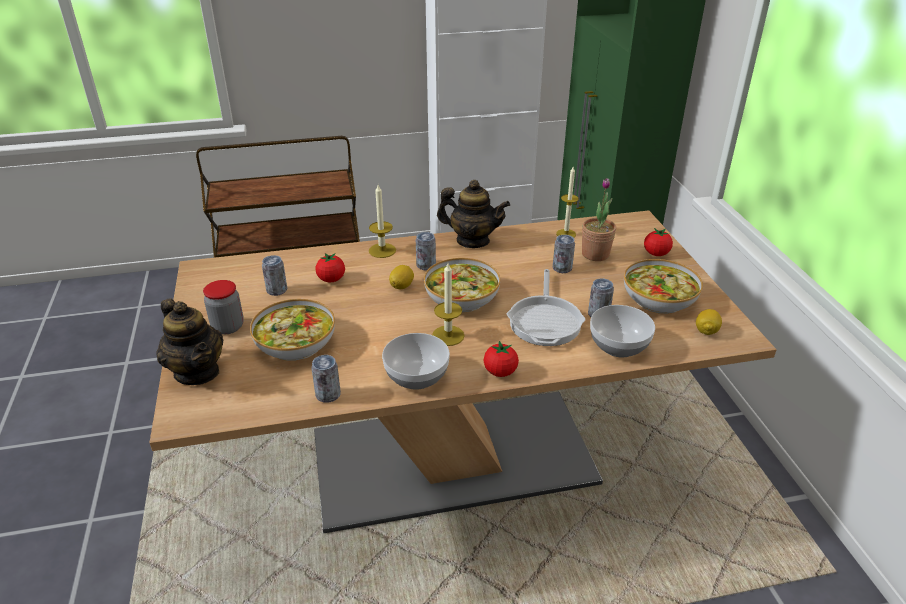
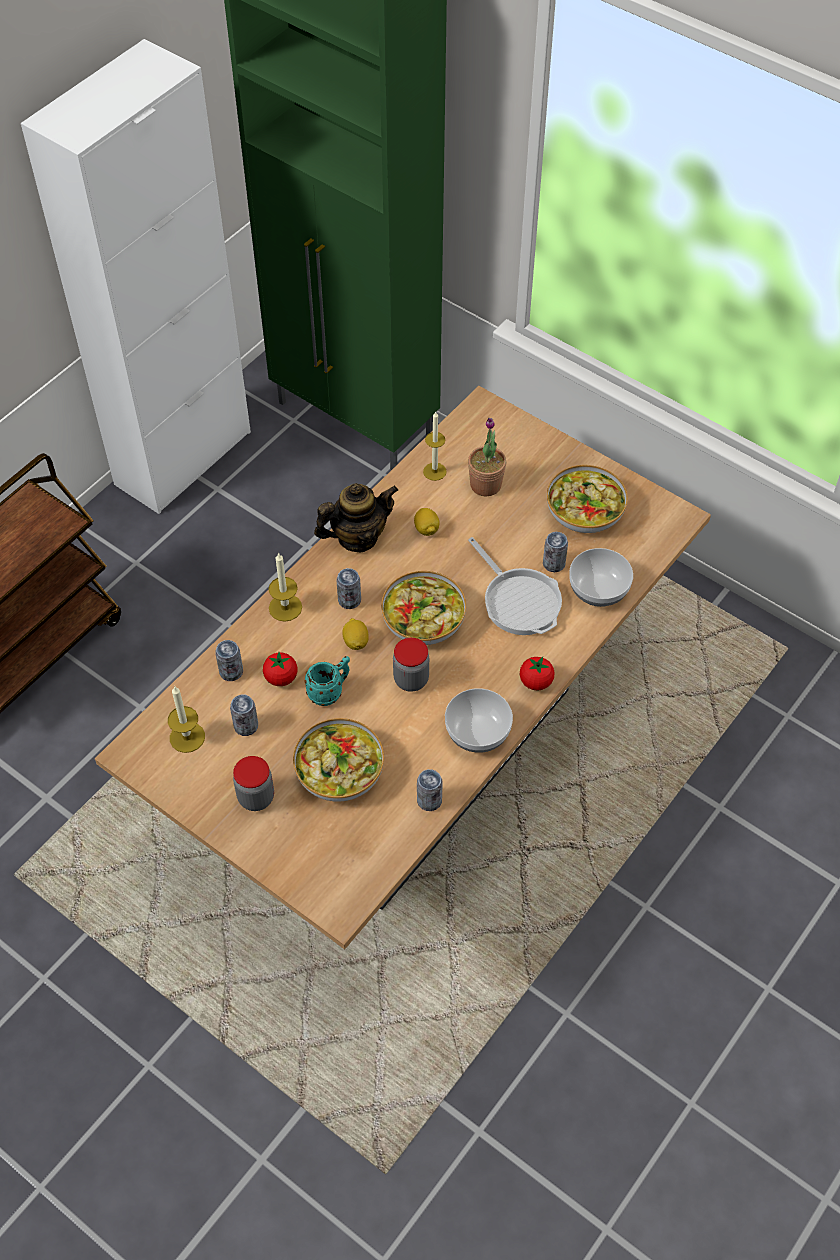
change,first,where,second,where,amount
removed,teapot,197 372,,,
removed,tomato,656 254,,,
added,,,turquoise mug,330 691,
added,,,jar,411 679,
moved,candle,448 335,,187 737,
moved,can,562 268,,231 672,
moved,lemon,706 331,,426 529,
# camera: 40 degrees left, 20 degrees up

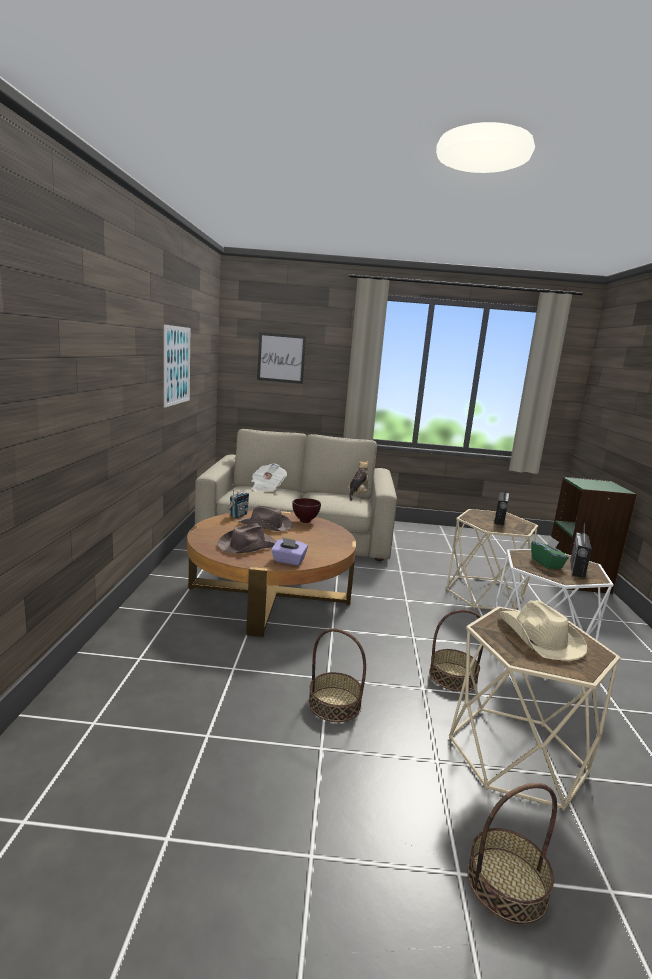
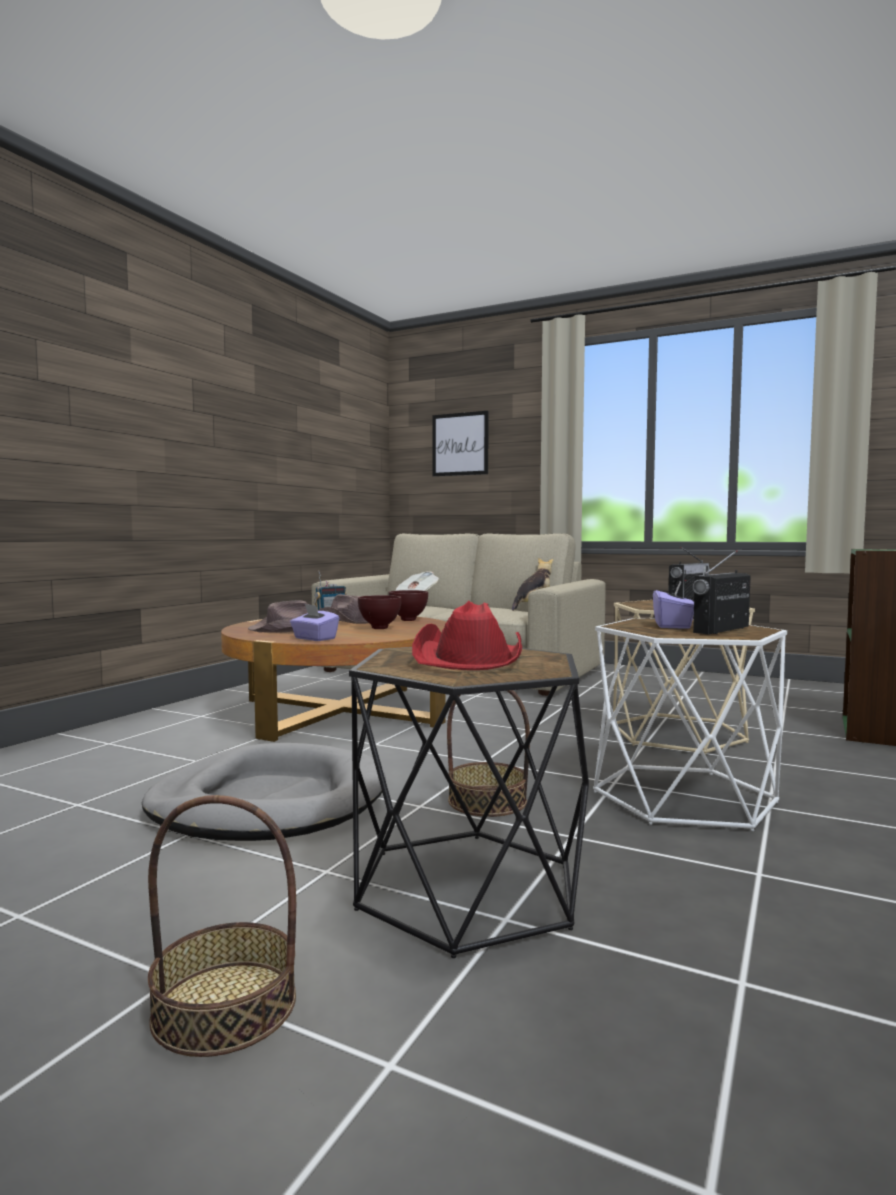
change,first,where,second,where,amount
removed,picture,177 365,,,
added,,,brown bowl,380 628,
replaced,basket,334 704,grey dog bed,269 802,
recoloured,beige side table,516 755,black side table,466 887,
recoloured,beige hat,538 637,red hat,470 658,
recoloured,green tissue box,547 563,purple tissue box,673 626,
# camera: 25 degrees right, 10 degrees down

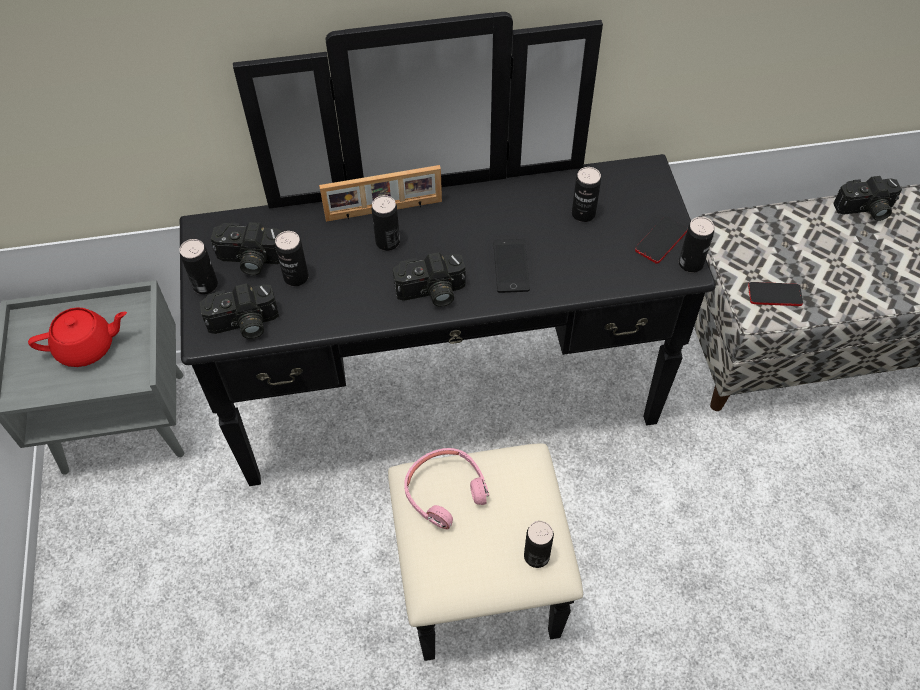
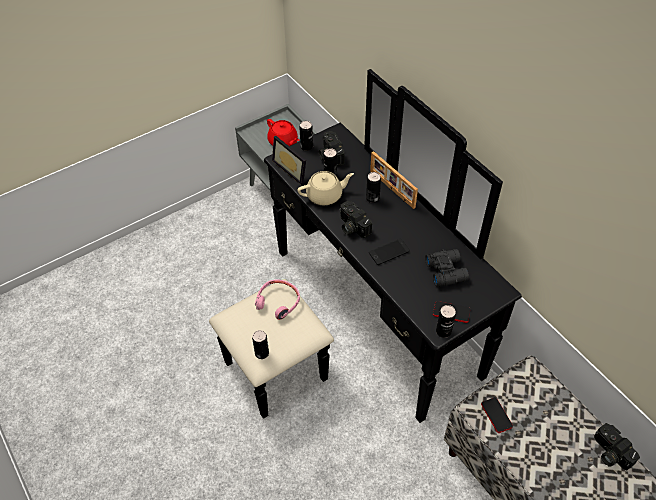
change,first,where,second,where,amount
added,,,beige teapot,325 196,
replaced,photo camera,243 325,picture frame,293 168,
replaced,can,583 214,black binoculars,446 270,
# camera: 65 degrees right, 5 degrees down

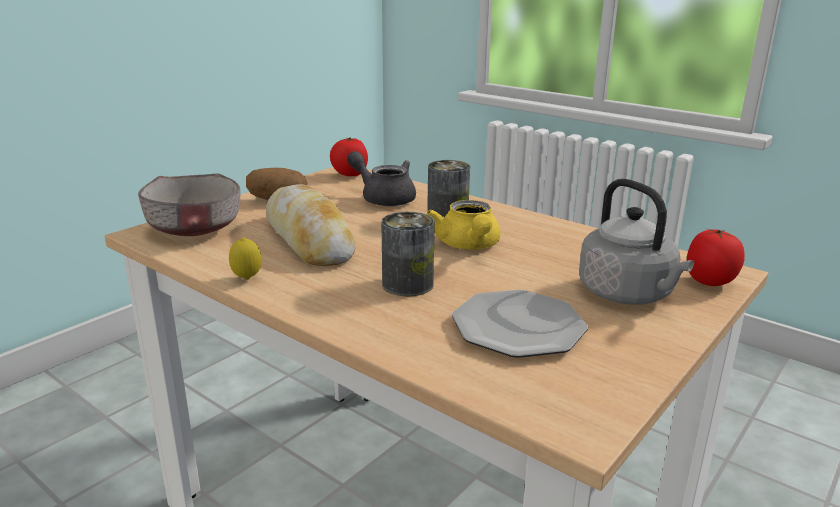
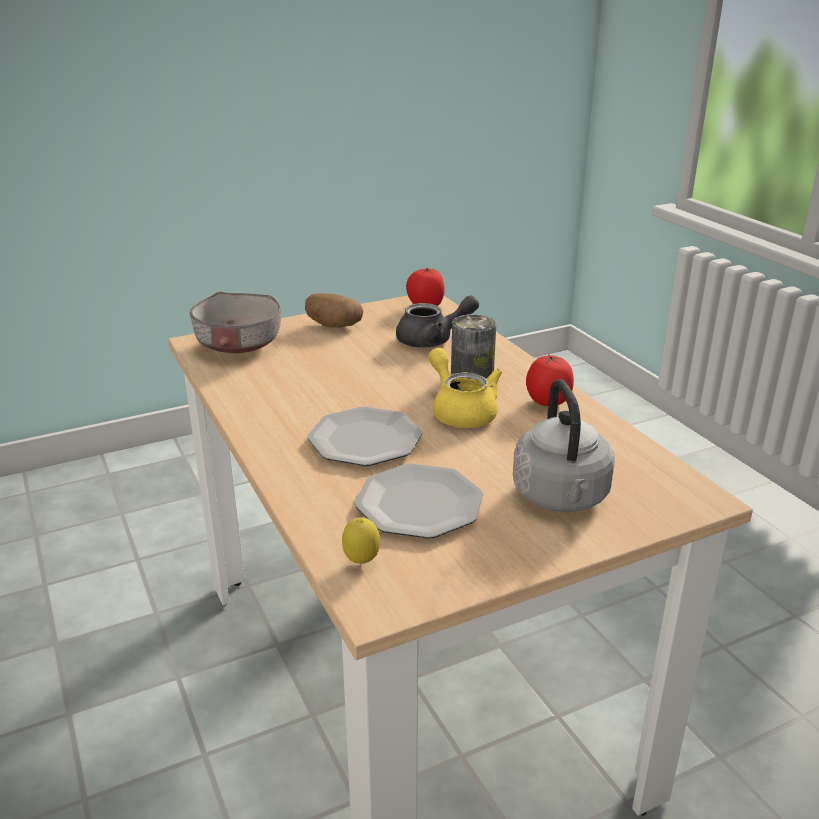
change,first,where,second,where,amount
removed,bread,309 239,,,
moved,lemon,247 279,,361 562,
moved,tomato,709 283,,547 403,
replaced,can,407 284,plate,365 439,
turned,grey teapot,383 198,,433 340,105 degrees clockwise
turned,yellow teapot,468 246,,461 411,135 degrees clockwise
# camera: 25 degrees right, 5 degrees up

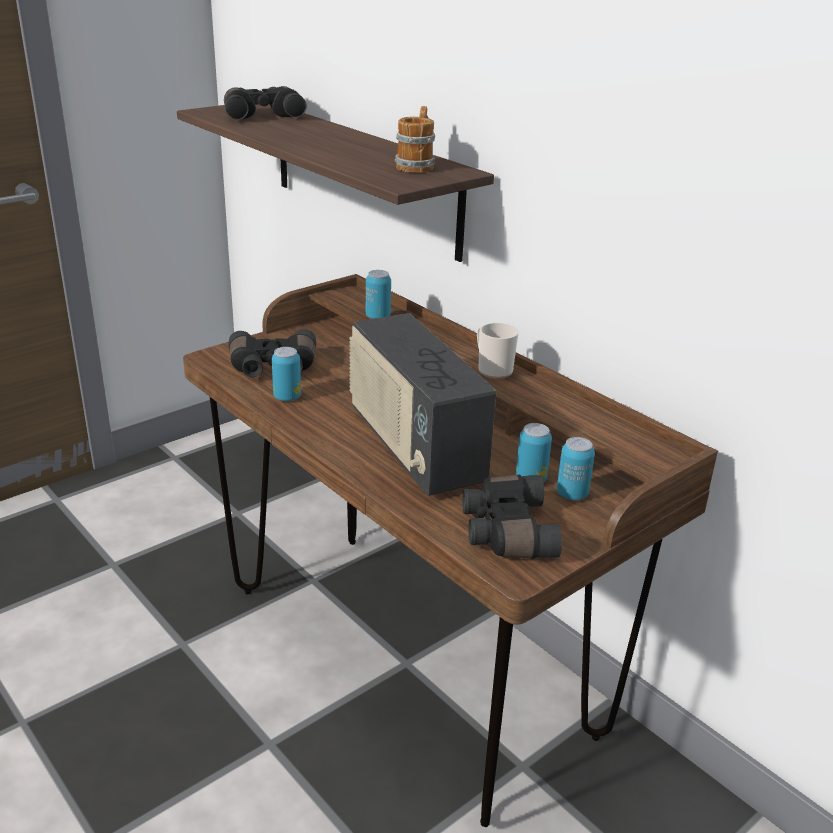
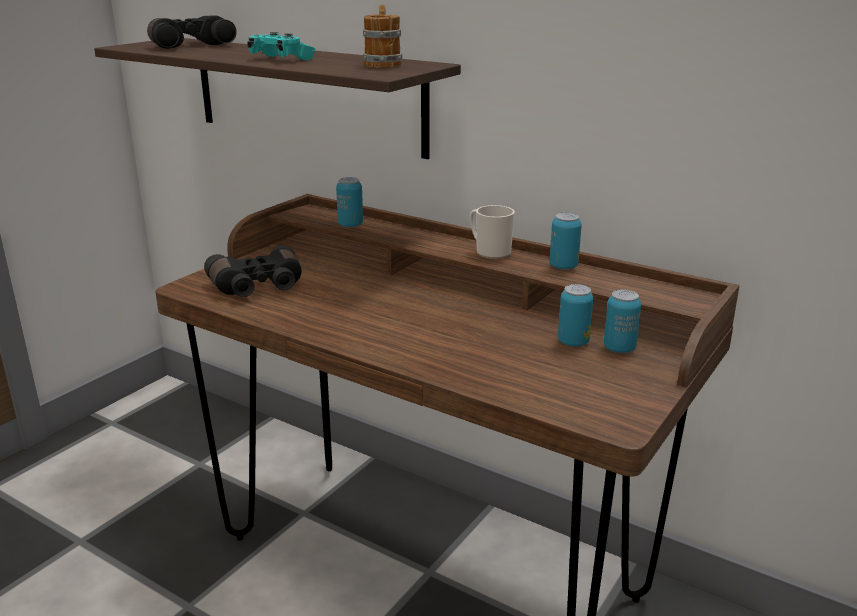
change,first,where,second,where,amount
removed,radio,413 448,,,
removed,black binoculars,505 531,,,
added,,,turquoise game controller,281 59,
moved,can,287 397,,563 266,
# camera: 15 degrees left, 5 degrees down

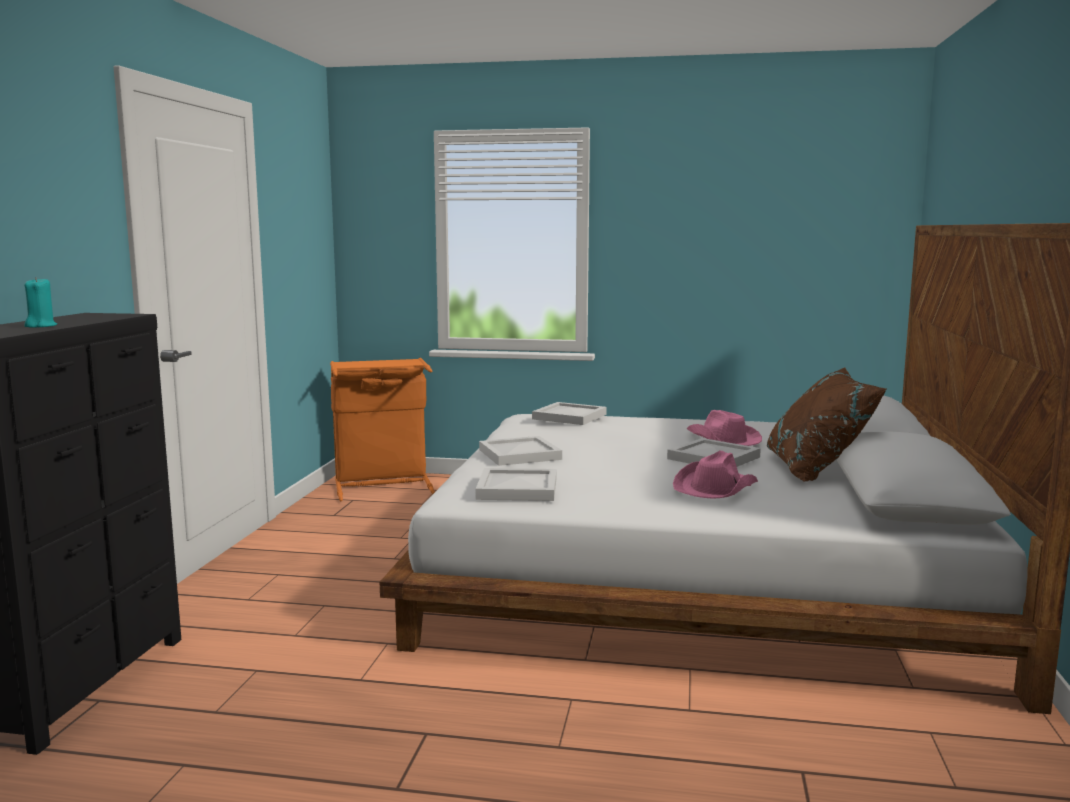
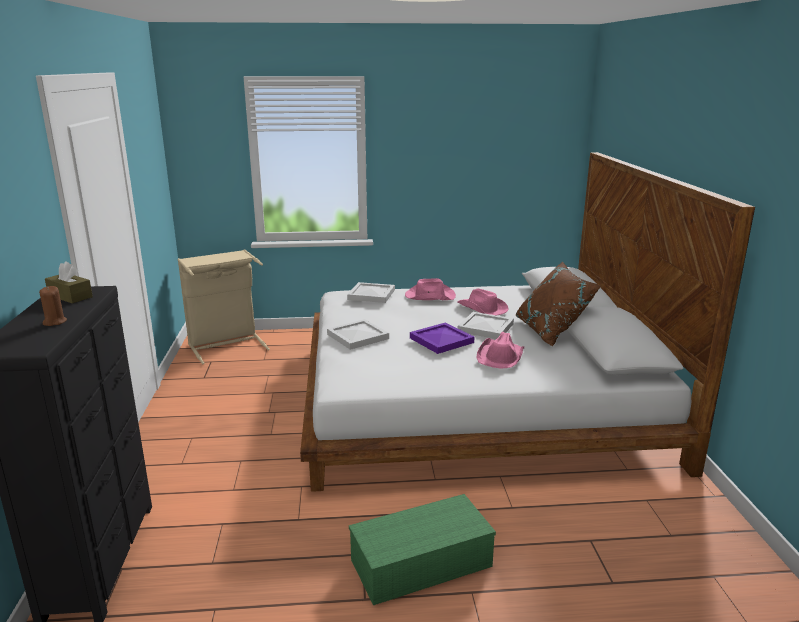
change,first,where,second,where,amount
removed,white tray,518 489,,,
added,,,brown tissue box,70 296,
added,,,green storage box,420 565,
added,,,pink hat,429 296,
added,,,purple tray,441 340,
recoloured,turquoise candle,41 326,brown candle,54 322,
recoloured,orange laundry basket,383 485,beige laundry basket,226 344,
# camera: 15 degrees left, 10 degrees up

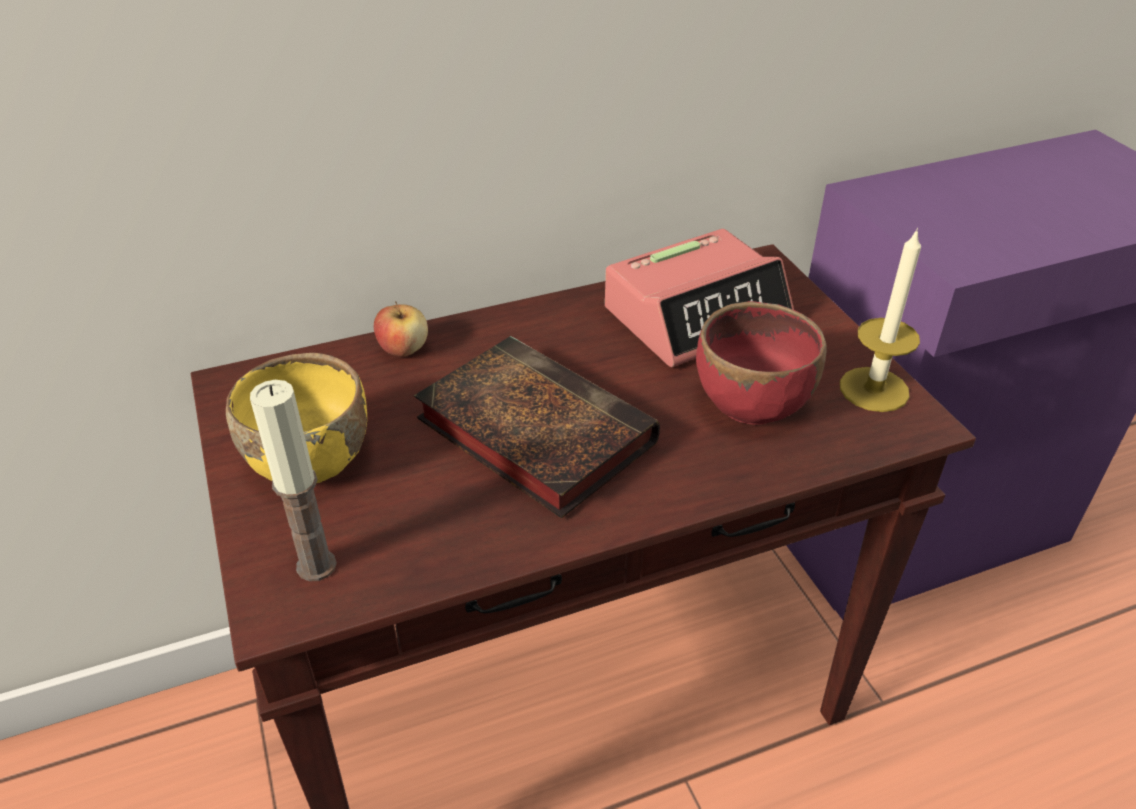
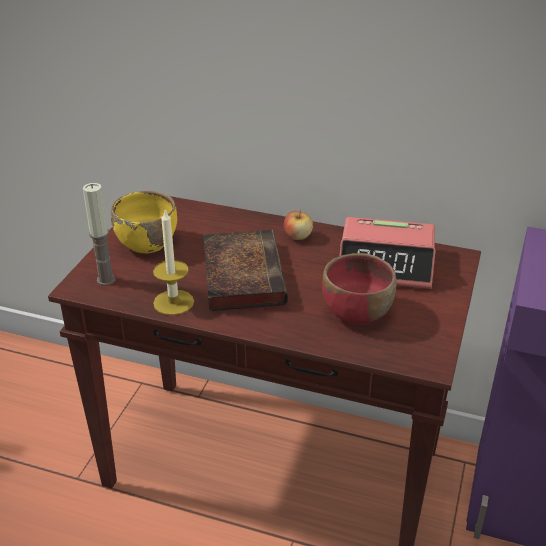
change,first,where,second,where,amount
moved,apple,403 349,,298 236,
moved,candle,874 389,,173 302,
# camera: 40 degrees right, 5 degrees down

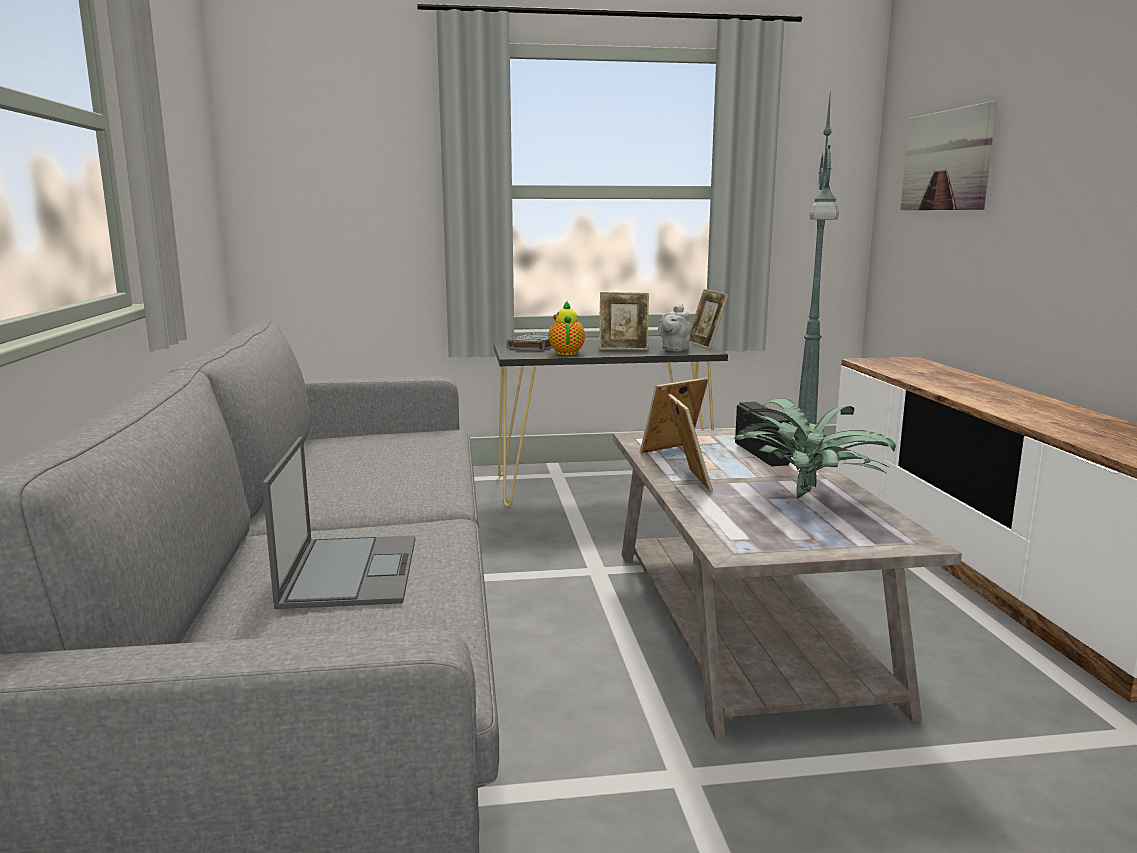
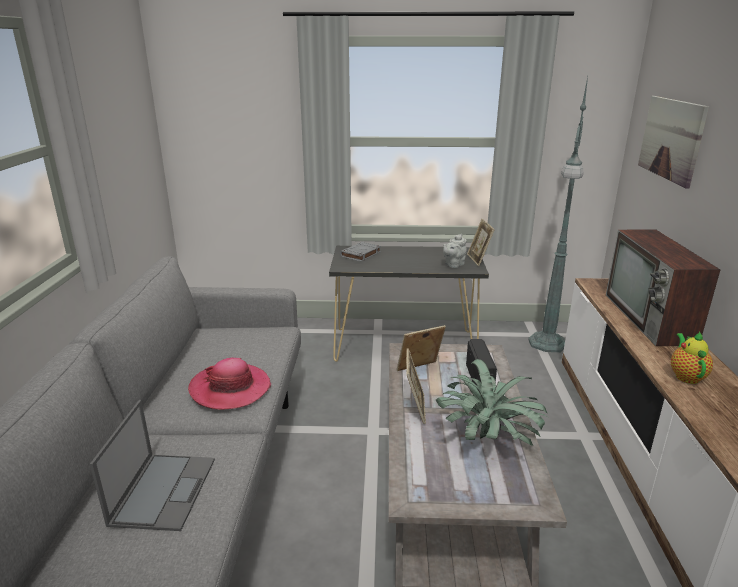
change,first,where,second,where,amount
removed,picture frame,623 348,,,
added,,,hat,230 389,
added,,,television,650 319,
moved,teapot,566 352,,686 376,
# camera: 10 degrees right, 10 degrees up

